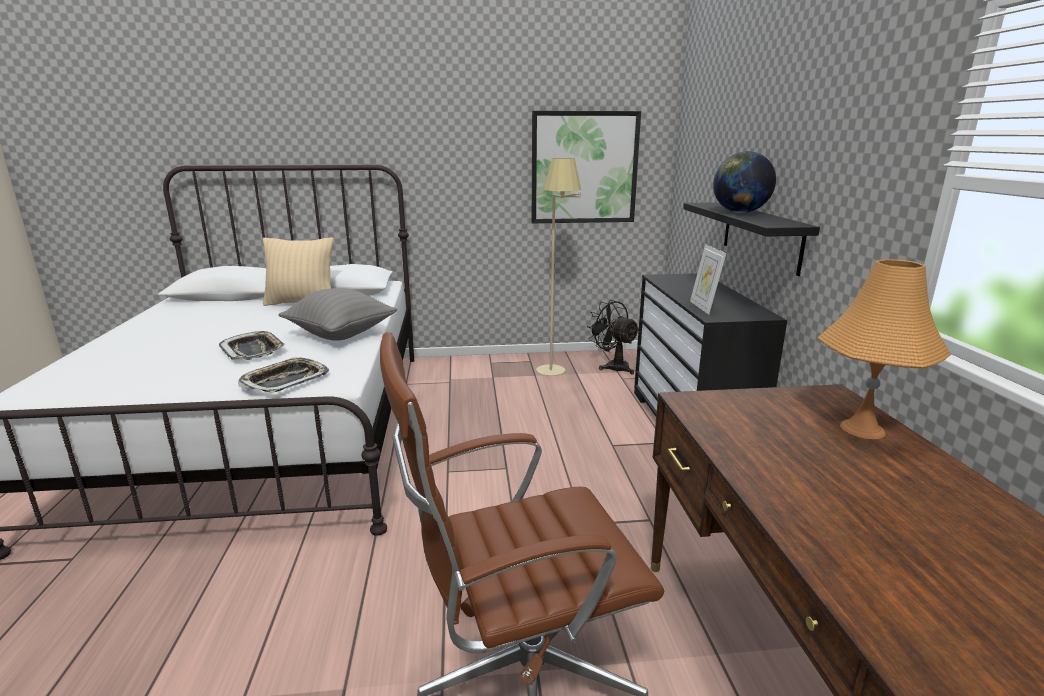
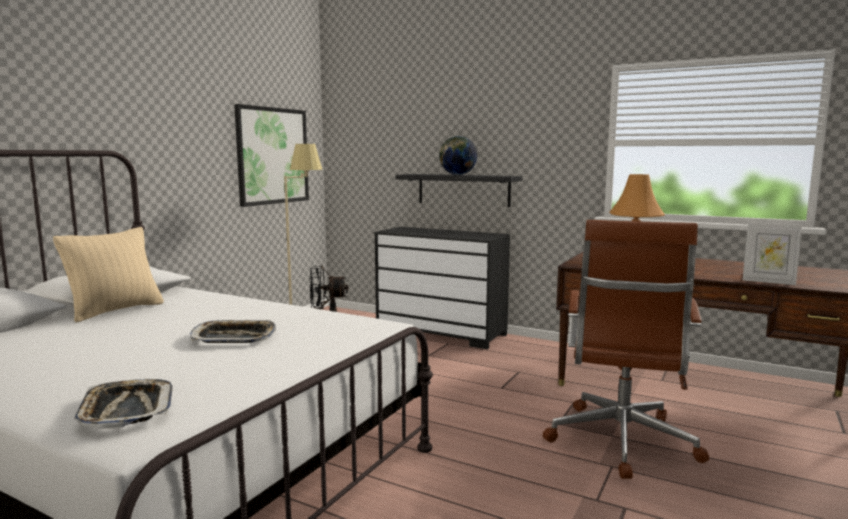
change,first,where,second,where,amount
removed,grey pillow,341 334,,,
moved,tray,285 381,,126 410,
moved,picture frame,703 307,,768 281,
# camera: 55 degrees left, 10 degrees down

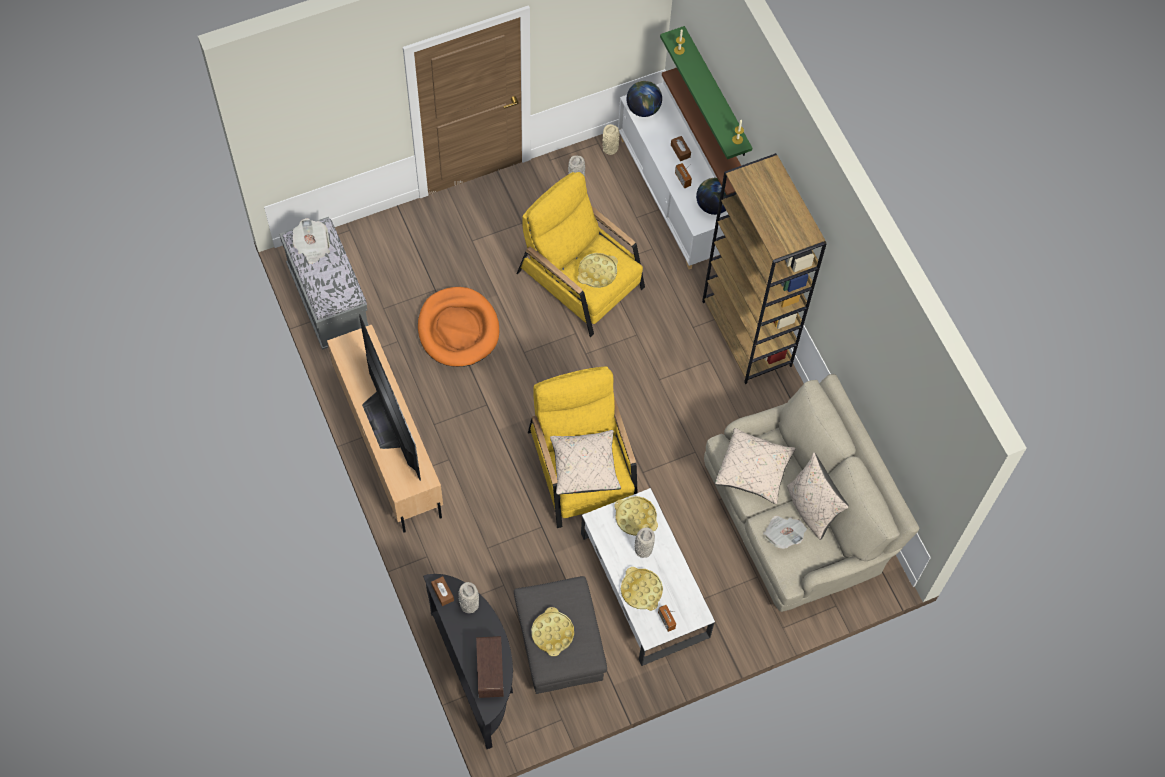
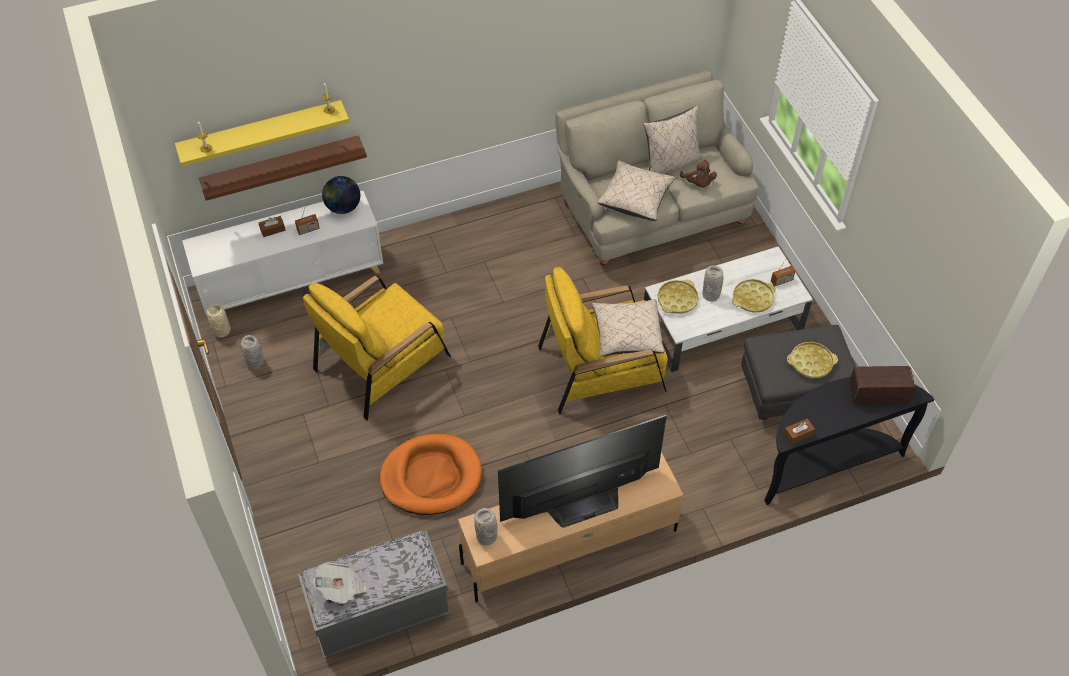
change,first,where,second,where,amount
removed,yellow tray,597 272,,,
removed,globe,643 108,,,
removed,brown bookcase,747 333,,,
moved,grey vase,469 605,,487 536,
replaced,newspaper,783 535,brown plush toy,698 183,
recoloured,green shelf,716 94,yellow shelf,261 132,
# camera: 85 degrees left, 10 degrees down

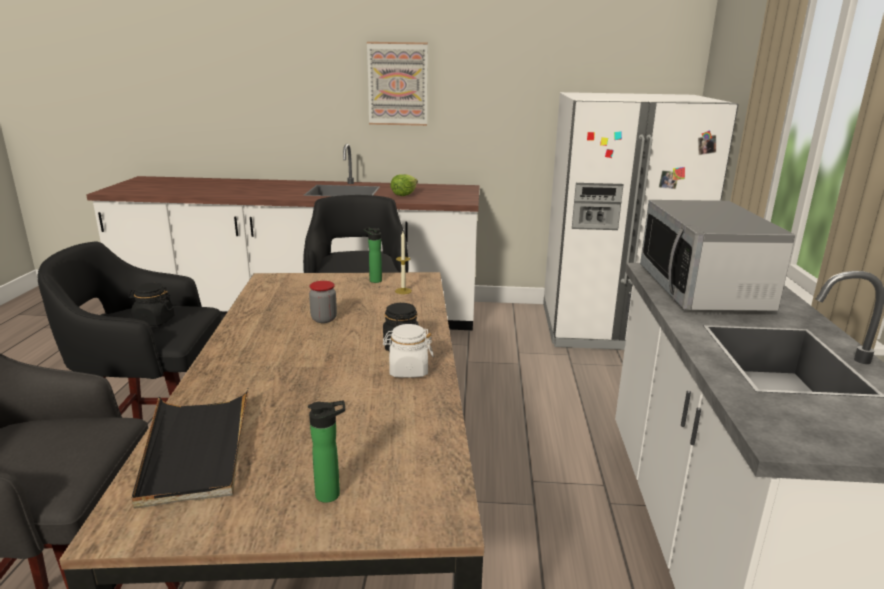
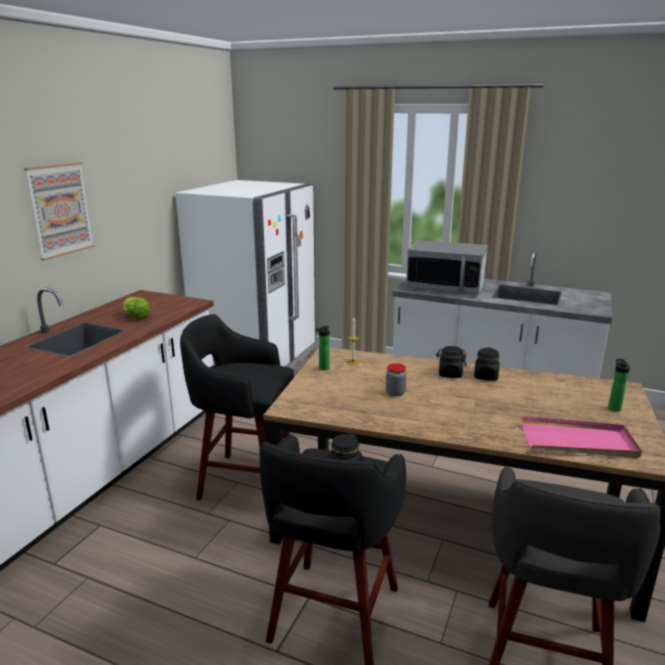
change,first,where,second,where,amount
recoloured,black tray,196 449,pink tray,578 441,
recoloured,white jar,408 370,black jar,486 376,
# camera: 70 degrees left, 0 degrees up

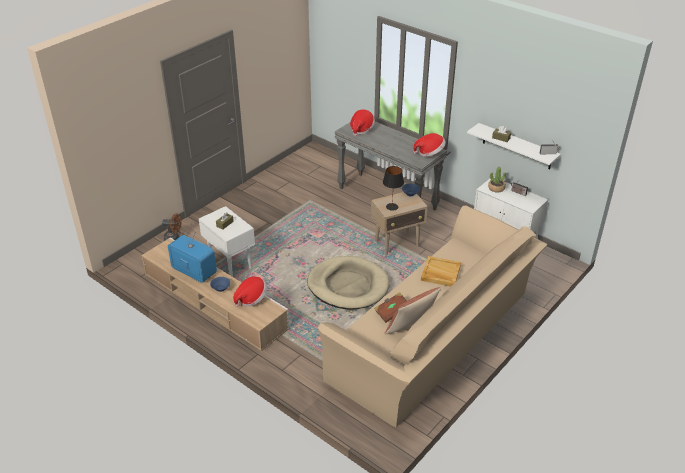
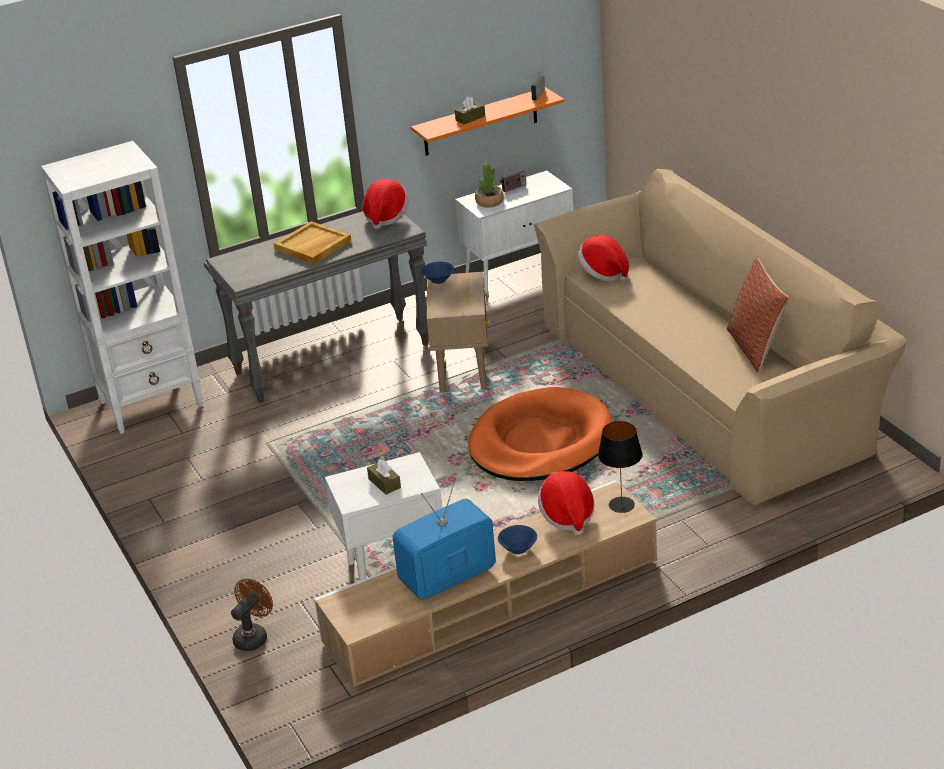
change,first,where,second,where,amount
removed,brown book,392 312,,,
added,,,white bookcase,152 403,
moved,hat,361 129,,604 272,
moved,black table lamp,392 207,,622 505,
moved,beige tray,440 273,,313 246,
recoloured,beige dog bed,348 286,orange dog bed,540 442,
recoloured,white shelf,517 146,orange shelf,480 122,
# camera: 65 degrees left, 5 degrees down

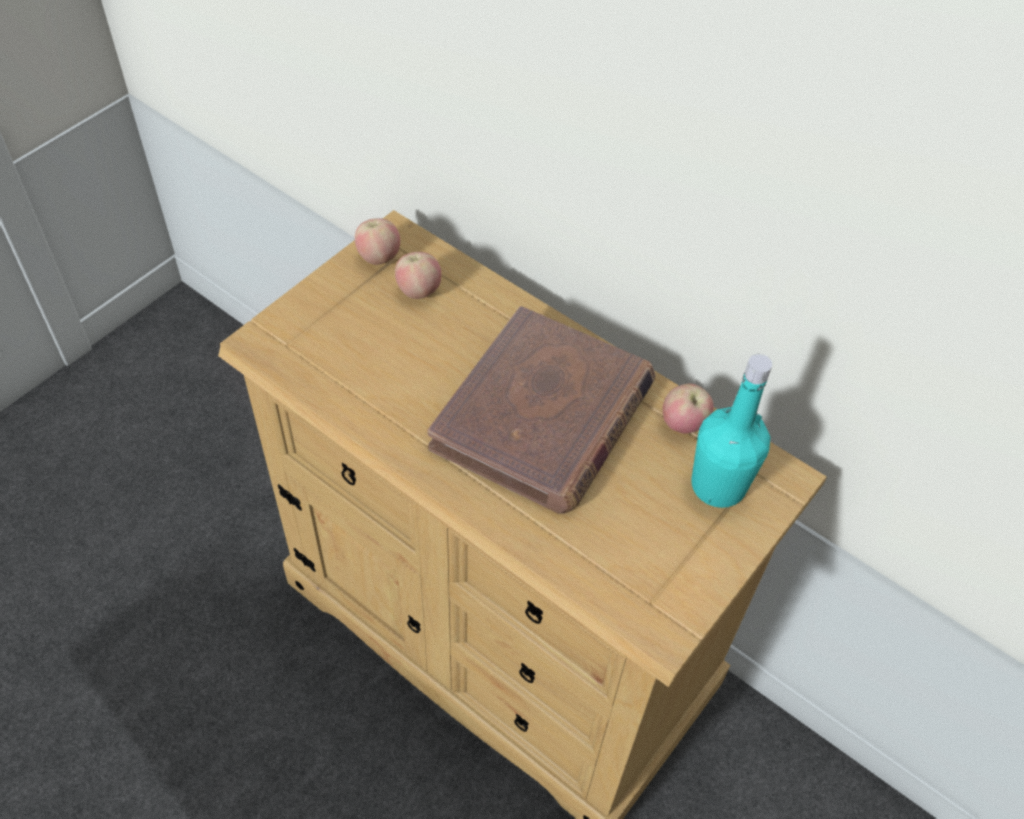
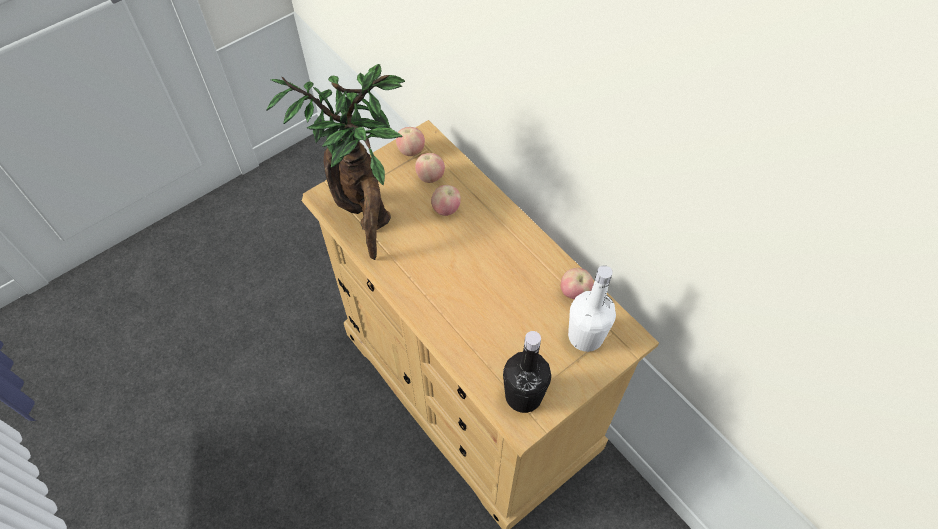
change,first,where,second,where,amount
removed,brown book,543 416,,,
added,,,potted plant,365 218,
added,,,apple,446 209,
added,,,black bottle,523 396,
recoloured,turquoise bottle,718 485,white bottle,585 336,
# camera: 15 degrees right, 5 degrees up

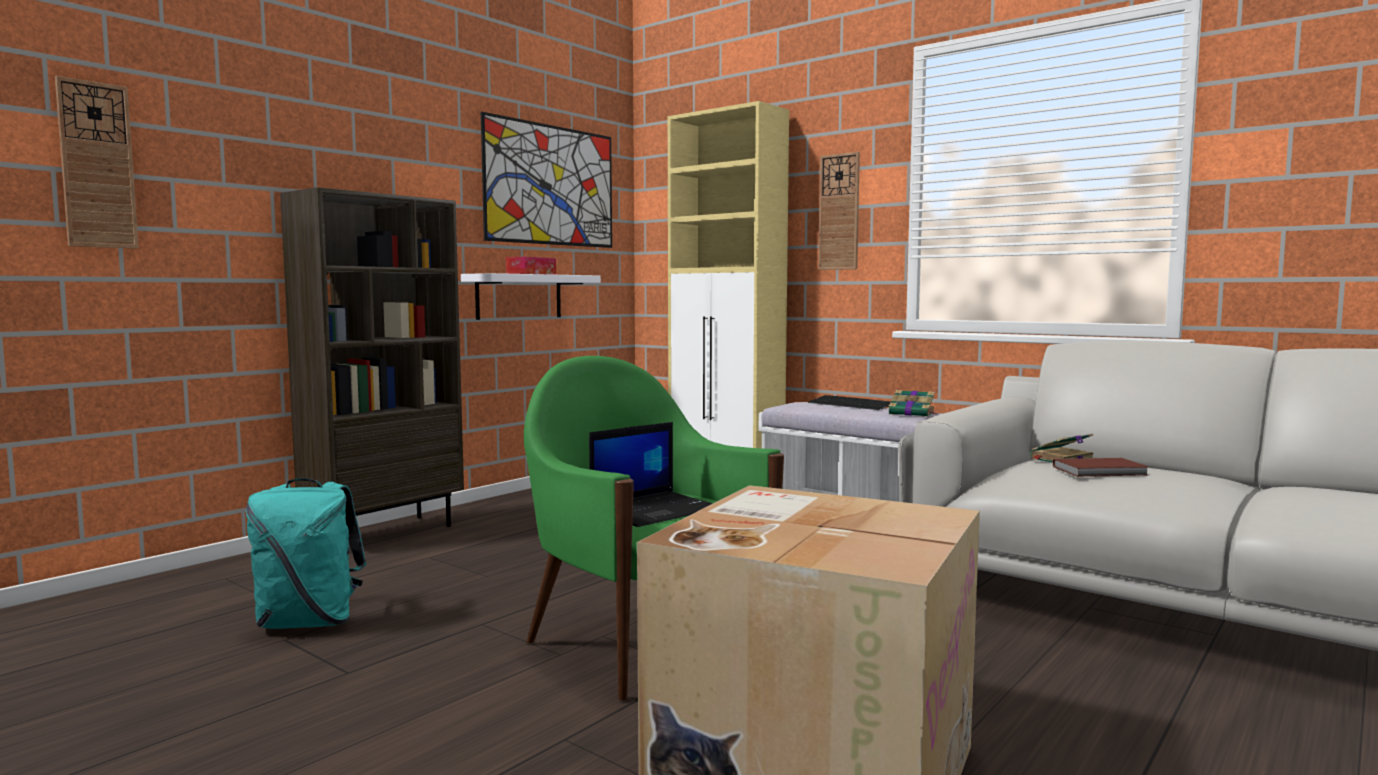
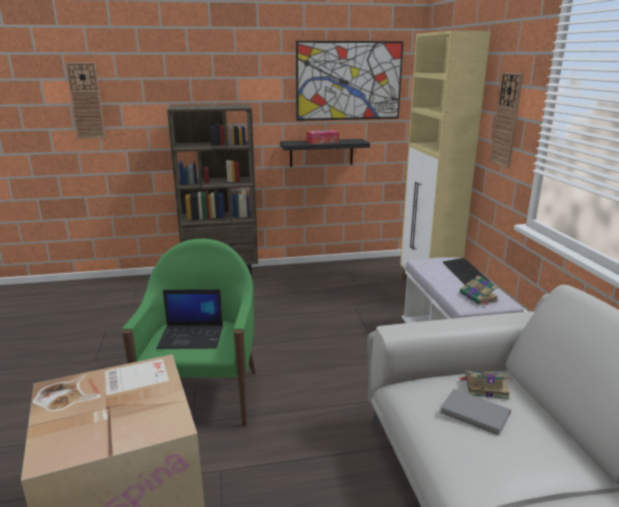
change,first,where,second,where,amount
removed,turquoise backpack,310 622,,,
recoloured,white shelf,519 296,black shelf,321 152,
recoloured,brown book,1101 471,grey book,475 414,
# camera: 40 degrees right, 15 degrees up

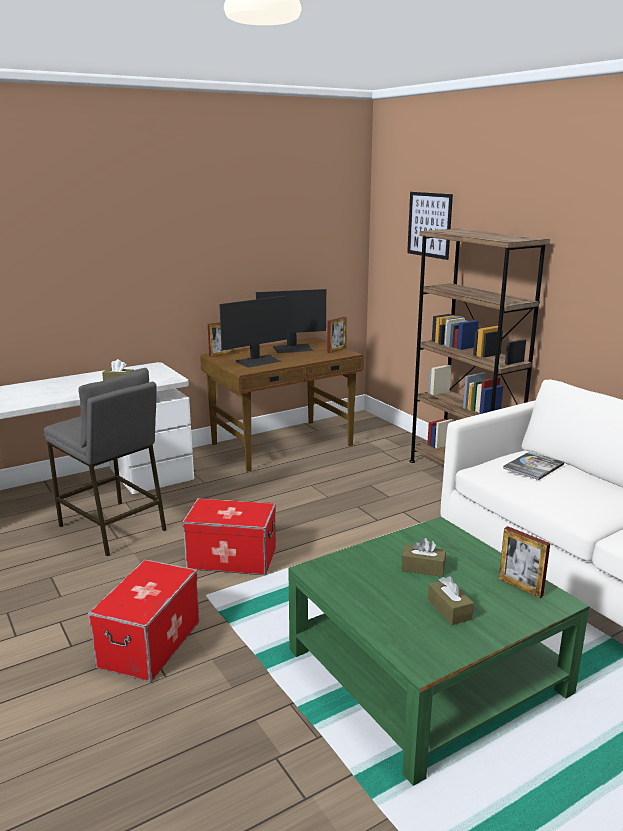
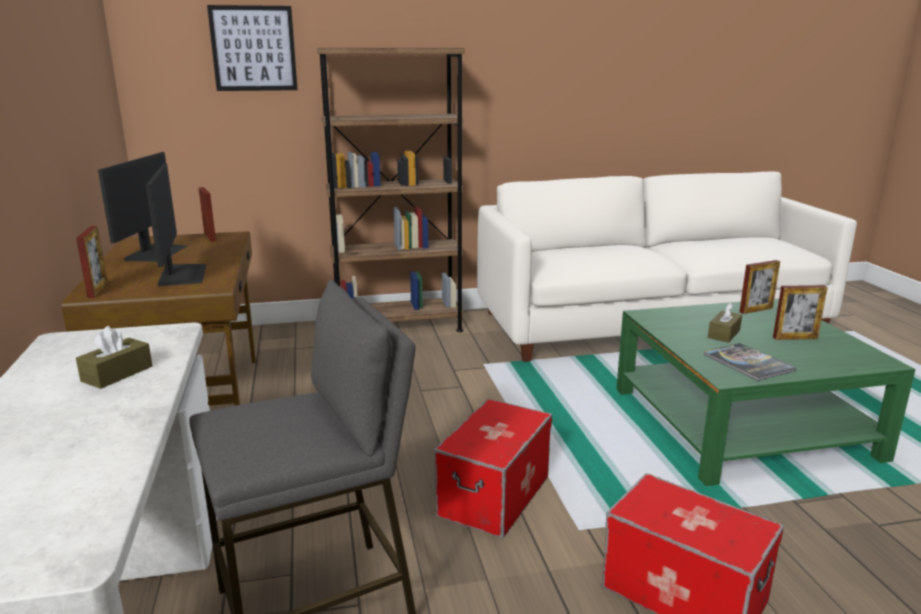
change,first,where,second,where,amount
moved,book,533 466,,748 363,
replaced,brown tissue box,449 609,picture frame,795 338,
# camera: 70 degrees left, 0 degrees up

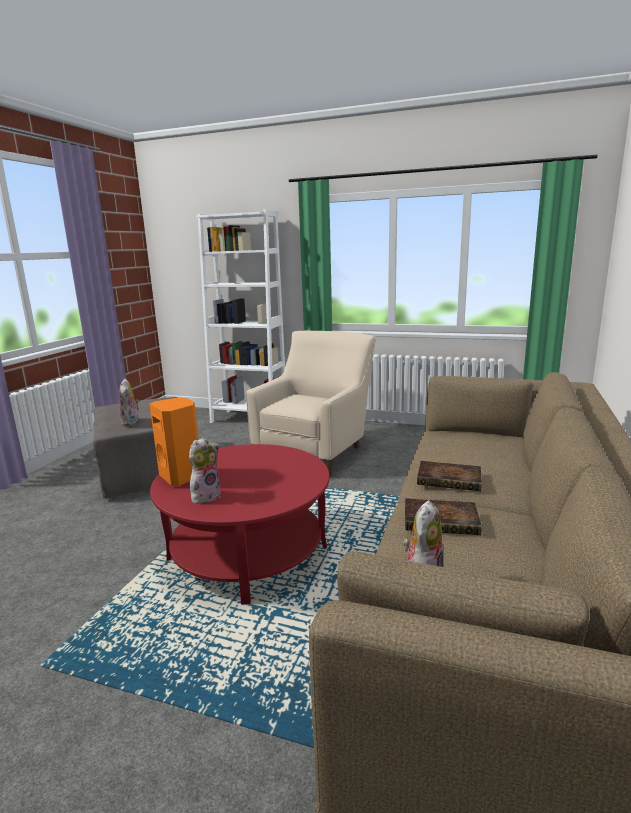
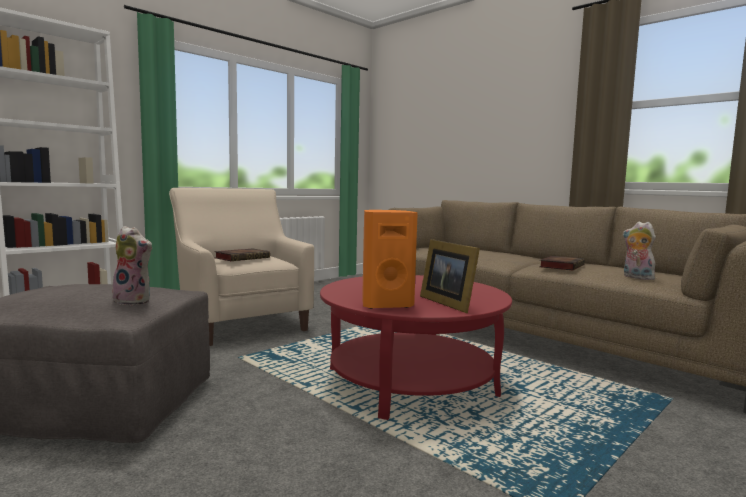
change,first,where,second,where,amount
moved,book,450 480,,243 258,
replaced,plush toy,206 496,picture frame,448 303,
# camera: 65 degrees left, 10 degrees down

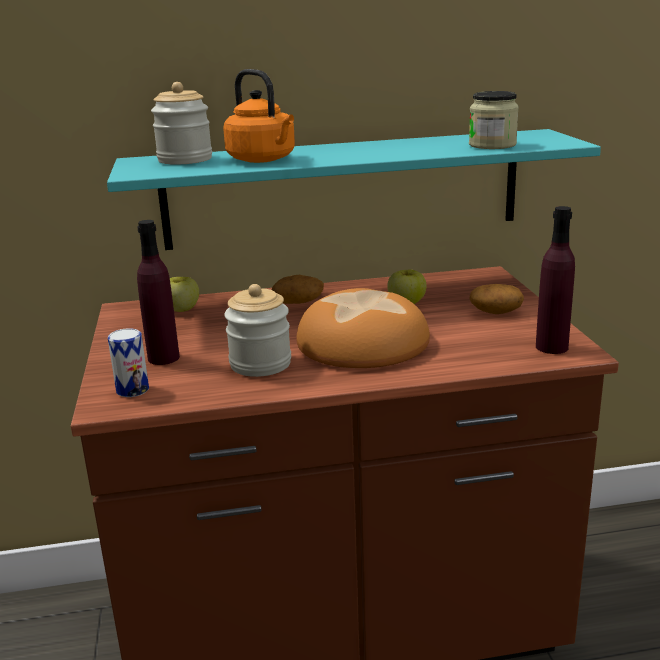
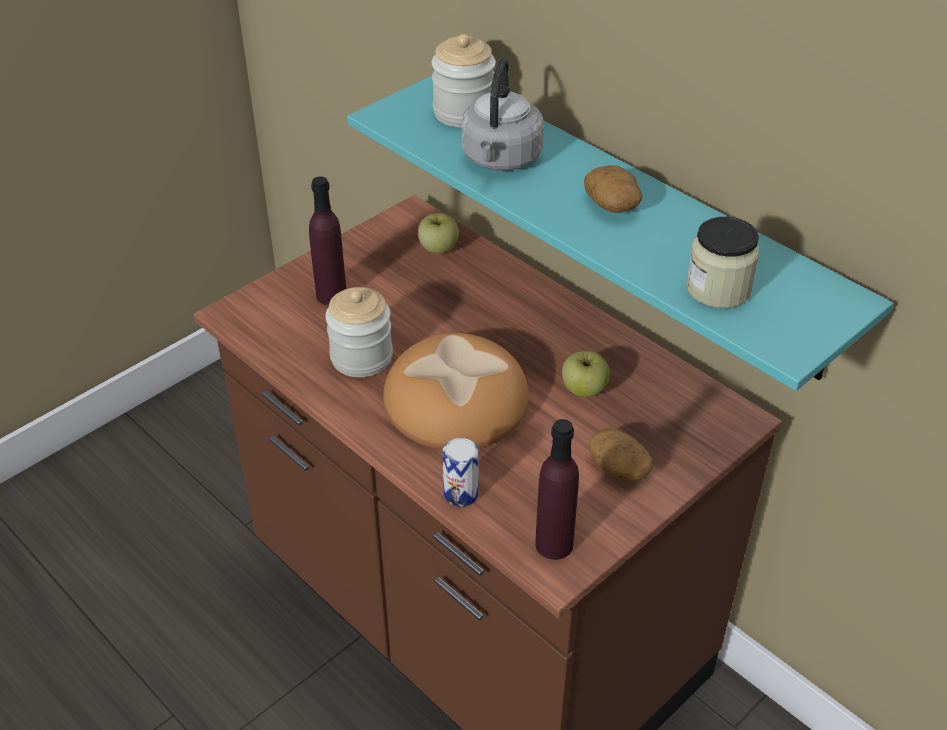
change,first,where,second,where,amount
moved,can,132 390,,461 494,
moved,potato,299 302,,612 205,
recoloured,orange kettle,264 160,grey kettle,500 160,
# camera: 55 degrees right, 20 degrees up

